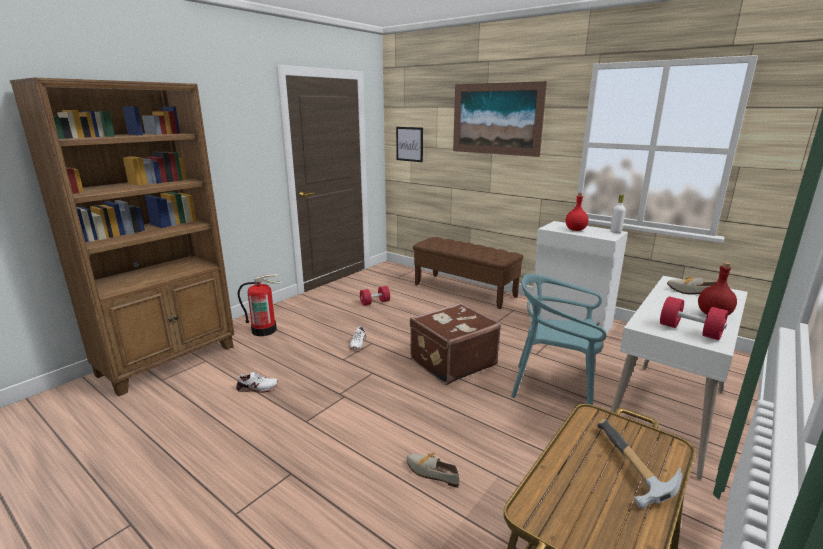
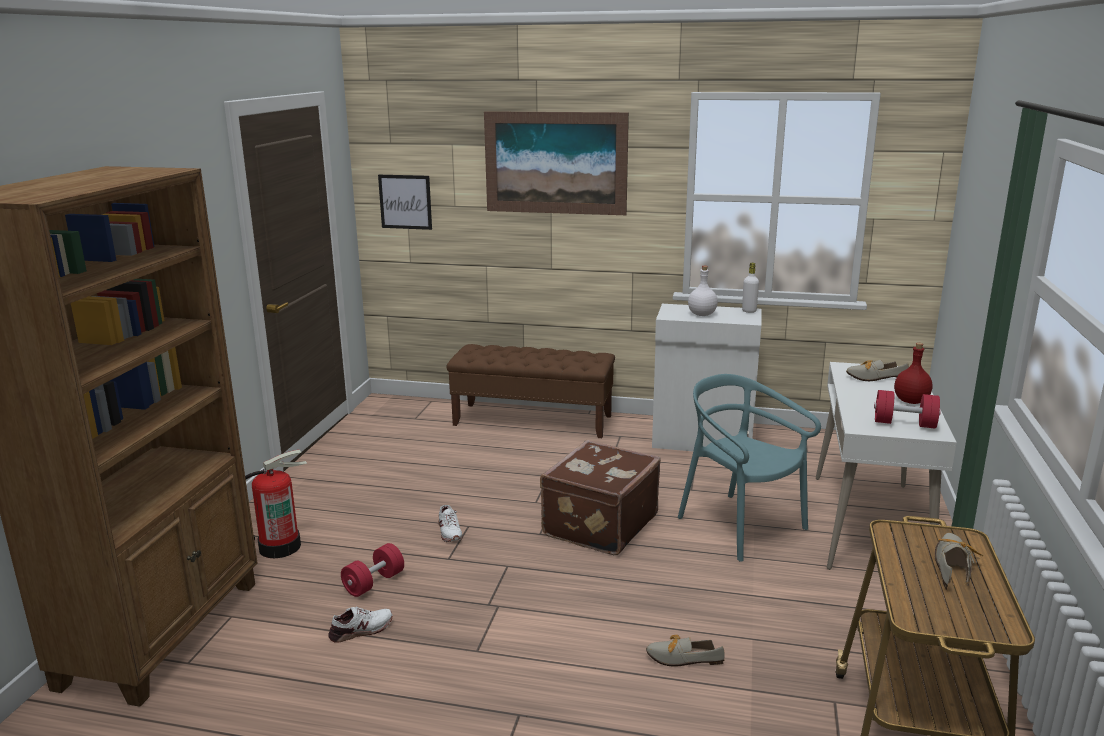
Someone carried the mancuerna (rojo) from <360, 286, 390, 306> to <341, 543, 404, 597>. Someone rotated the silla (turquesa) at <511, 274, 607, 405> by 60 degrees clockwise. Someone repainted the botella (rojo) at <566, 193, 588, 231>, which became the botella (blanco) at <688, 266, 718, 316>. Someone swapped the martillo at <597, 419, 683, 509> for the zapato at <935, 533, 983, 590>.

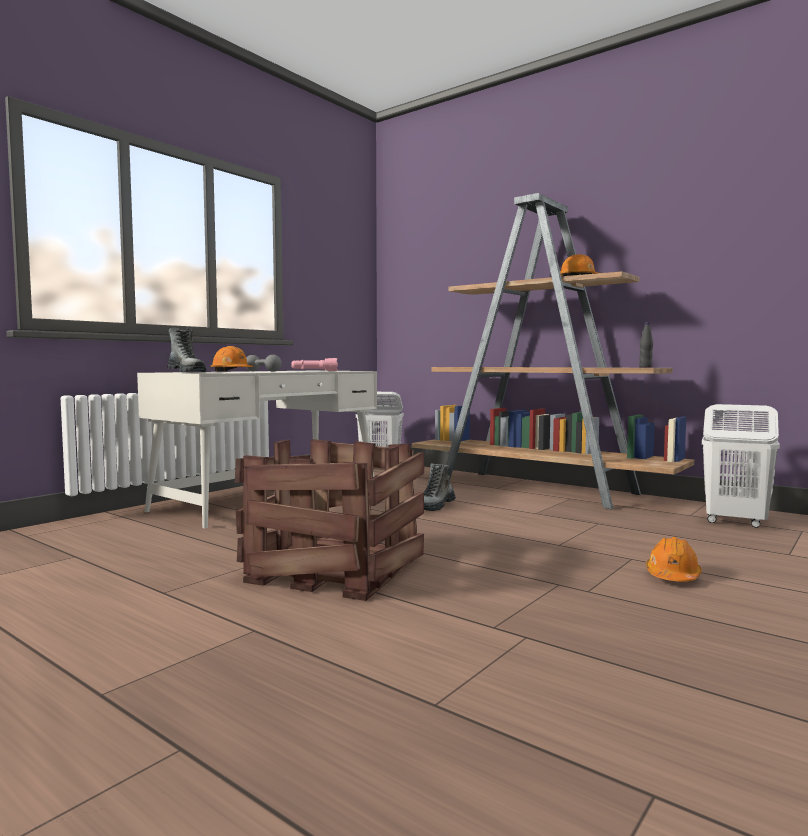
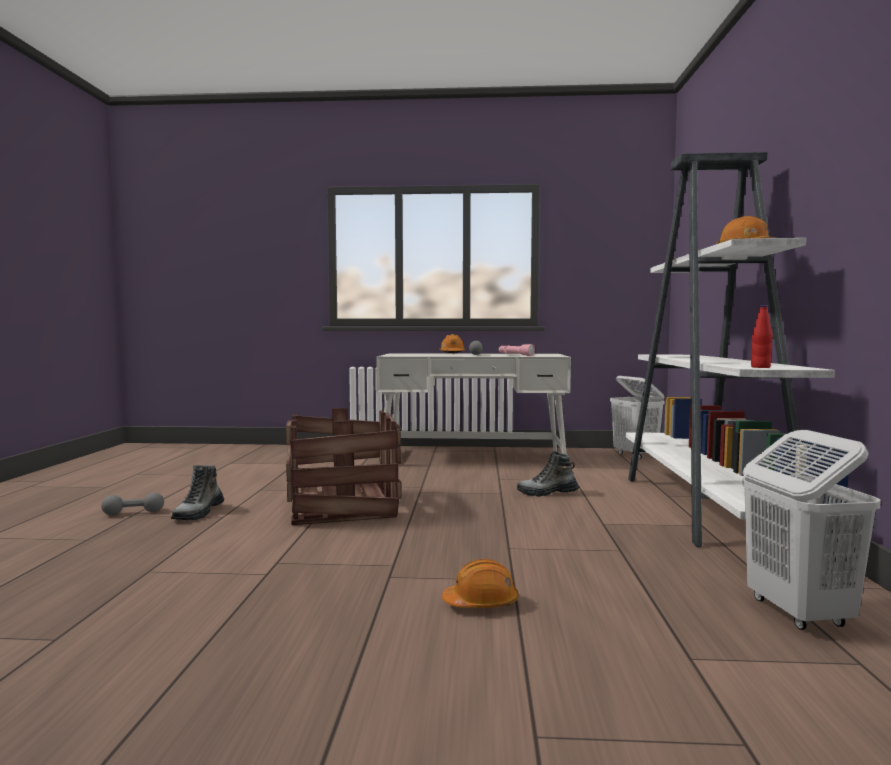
Someone carried the bota from <168, 328, 207, 372> to <171, 465, 224, 520>. Someone repainted the estantería (marrón) at <412, 193, 694, 510>, which became the estantería (blanco) at <625, 152, 848, 547>. Someone repainted the botella (negro) at <639, 322, 653, 367>, which became the botella (rojo) at <751, 305, 773, 368>. Someone put down the mancuerna (gris) at <101, 493, 164, 515>.

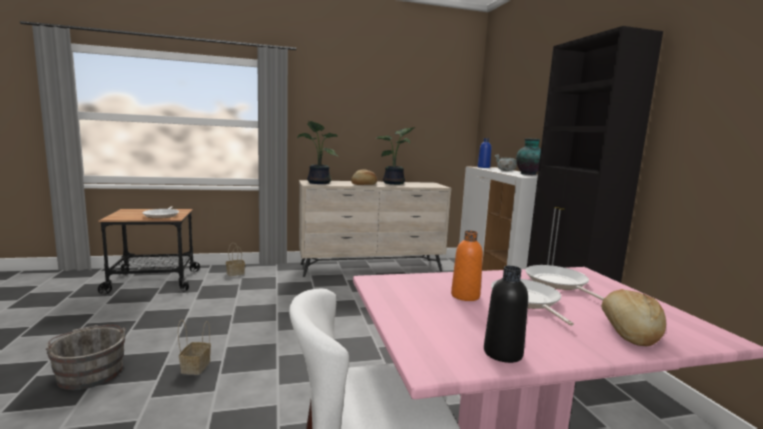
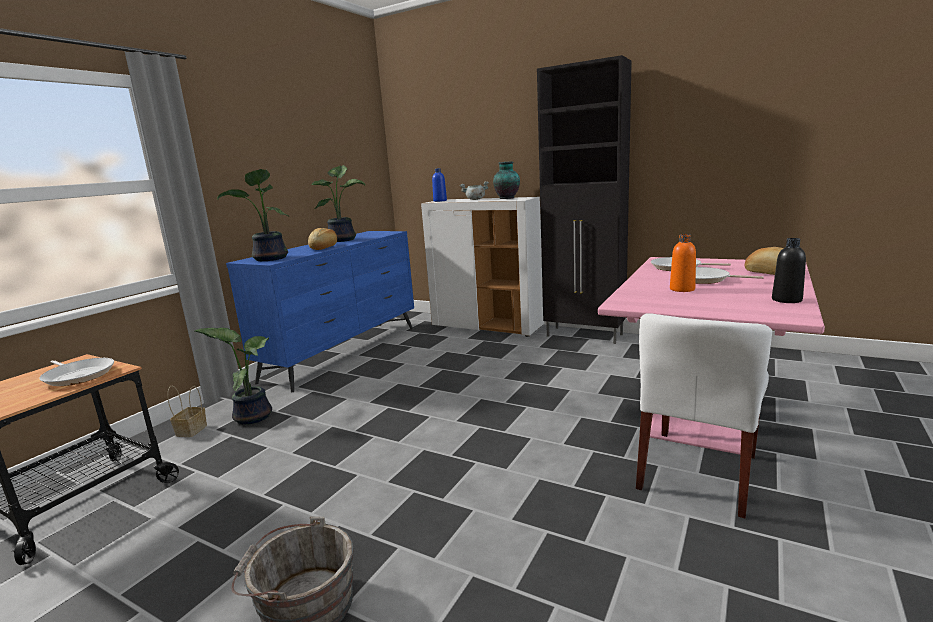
Someone took away the cesta at <178, 320, 211, 375>. Someone repainted the cómoda (beis) at <299, 180, 451, 277>, which became the cómoda (azul) at <226, 231, 414, 392>. Someone put down the planta en maceta at <195, 328, 272, 425>.

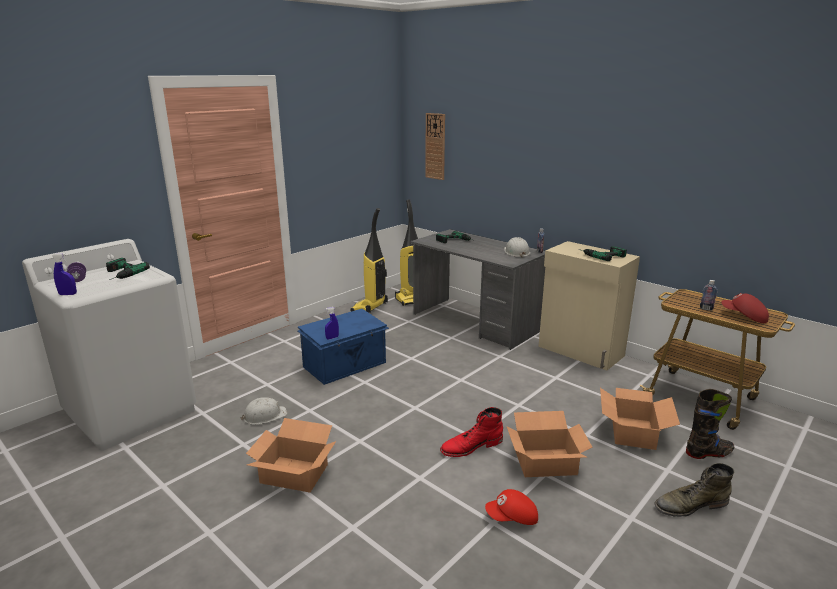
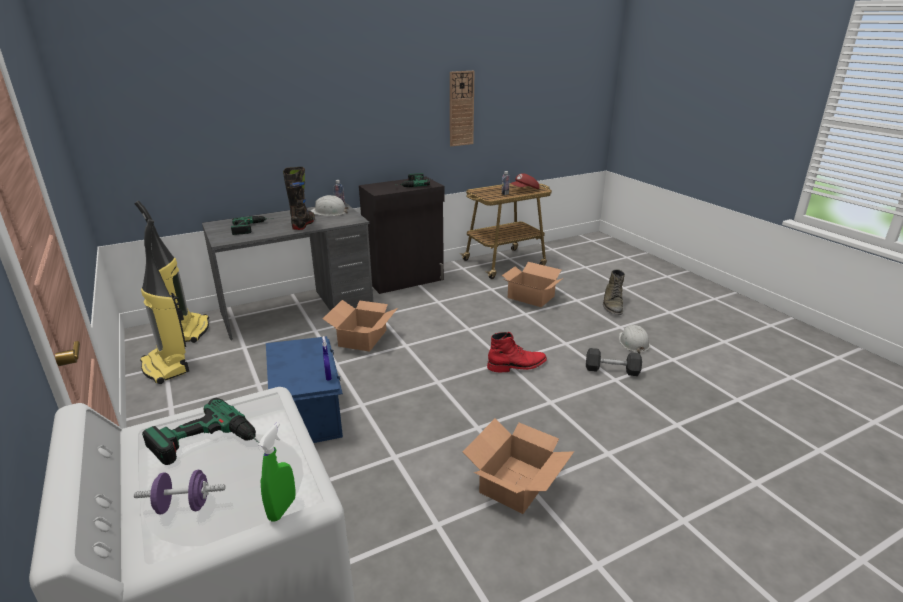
Someone repainted the pulverizador (azul) at <52, 253, 77, 295>, which became the pulverizador (verde) at <258, 422, 296, 522>. Someone carried the casco (blanco) from <240, 397, 287, 425> to <619, 325, 650, 353>. Someone carried the reloj de pared from <425, 113, 445, 180> to <450, 71, 474, 147>. Someone rotated the bota (rojo) at <440, 407, 503, 457> by 105 degrees counterclockwise. Someone swapped the gorra (rojo) at <485, 489, 538, 525> for the mancuerna (gris) at <586, 348, 642, 376>. Someone carried the caja de cartón from <507, 411, 593, 477> to <323, 300, 398, 352>. Someone repainted the armario (beis) at <538, 241, 640, 371>, which became the armario (negro) at <359, 176, 445, 294>. Someone carried the bota (negro) from <686, 389, 734, 459> to <283, 167, 315, 230>.

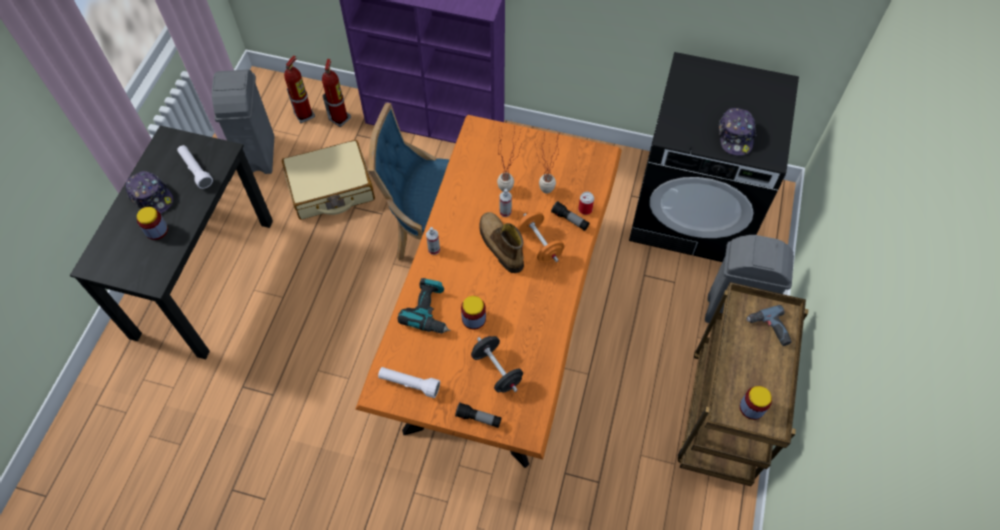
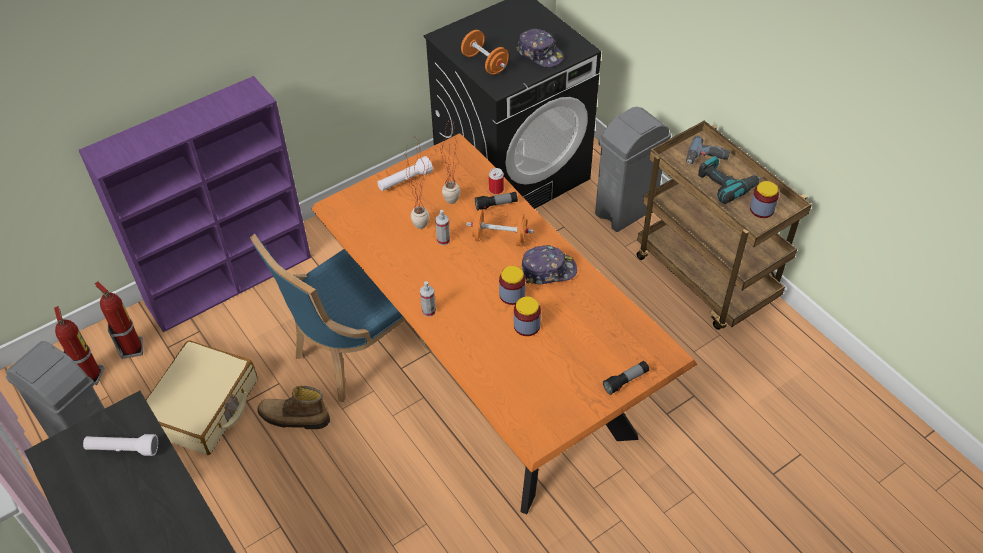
Someone carried the gorra from <126, 171, 173, 214> to <522, 245, 577, 284>. Someone carried the tarro from <137, 207, 168, 240> to <499, 266, 526, 305>. Someone carried the linterna (blanco) from <378, 367, 440, 398> to <377, 156, 433, 191>. Someone carried the taladro from <397, 278, 450, 334> to <698, 156, 762, 204>. Someone took away the mancuerna (negro) at <471, 336, 523, 393>. Someone carried the bota from <479, 212, 524, 273> to <257, 386, 330, 429>. Someone put down the mancuerna (naranja) at <461, 30, 509, 75>.

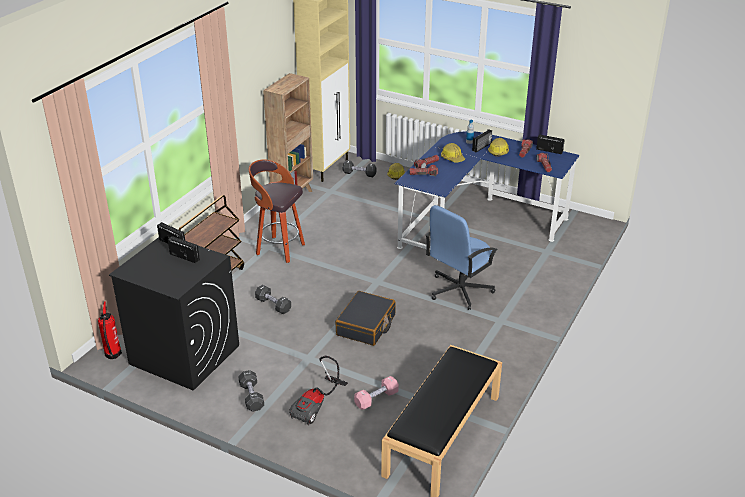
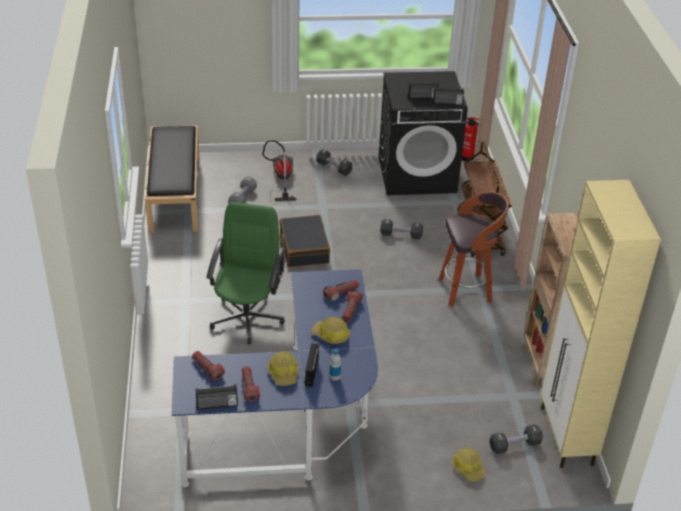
Someone repainted the mancuerna (rosa) at <354, 376, 399, 410>, which became the mancuerna (gris) at <229, 176, 257, 203>. Someone repainted the silla de oficina (azul) at <425, 205, 498, 310>, which became the silla de oficina (verde) at <206, 202, 285, 344>.

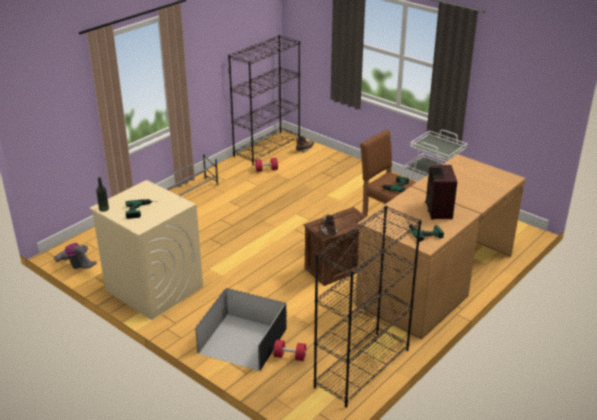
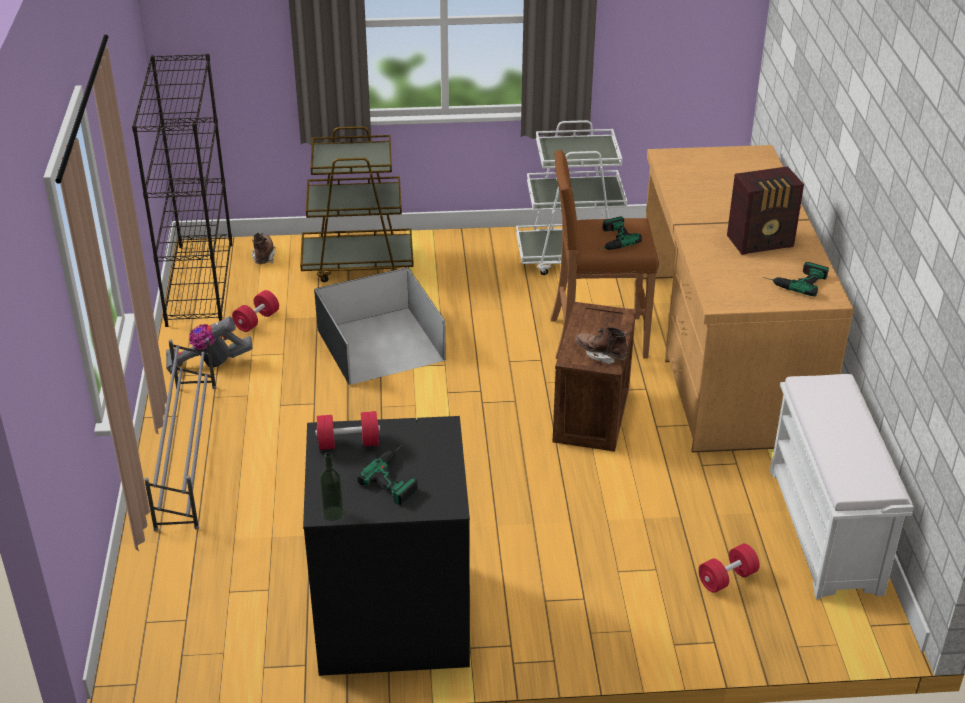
Someone carried the aspiradora from <54, 243, 97, 269> to <166, 316, 252, 374>. Someone repainted the lavadora (beis) at <90, 180, 203, 320>, which became the lavadora (negro) at <303, 416, 470, 676>. Someone carried the caja de almacenaje (negro) from <195, 288, 287, 371> to <314, 267, 446, 385>. Someone swapped the estantería (negro) at <314, 206, 422, 408> for the banco (blanco) at <770, 374, 914, 599>. Someone rotated the radio at <425, 165, 457, 219> by 60 degrees counterclockwise. Someone put down the carrito (marrón) at <300, 126, 414, 282>. Someone put down the mancuerna (rojo) at <315, 411, 380, 450>.

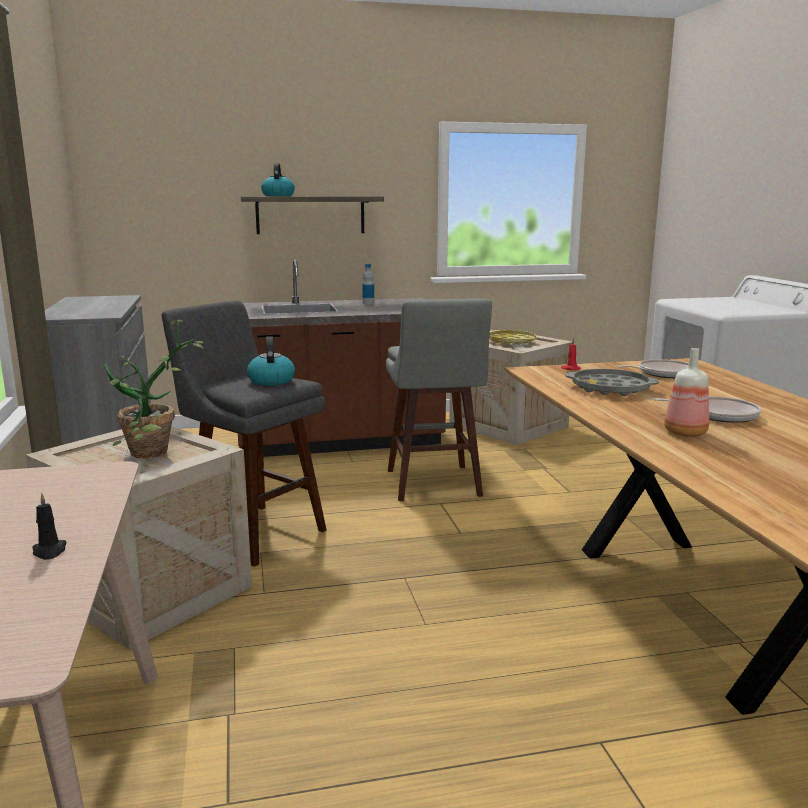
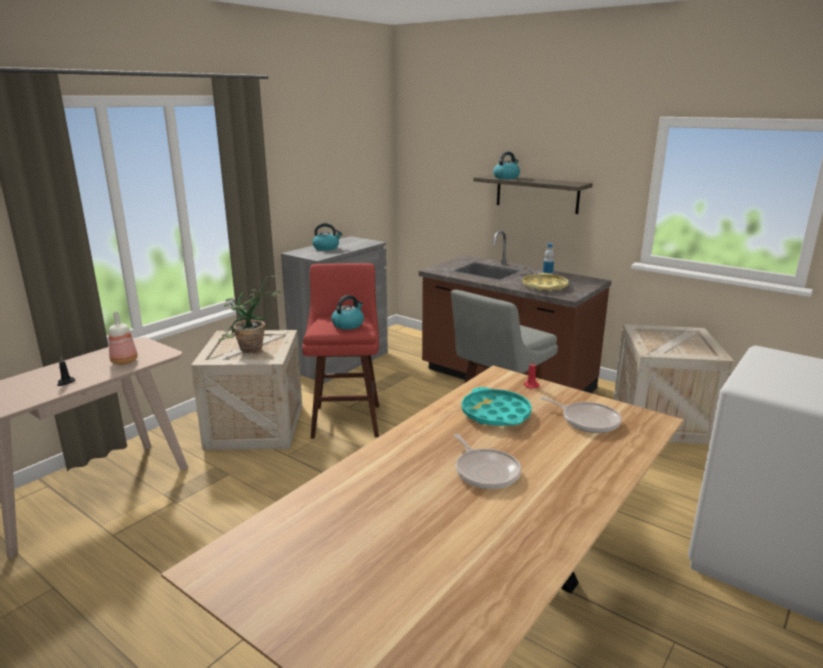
Someone repainted the taburete (gris) at <162, 301, 327, 567>, which became the taburete (rojo) at <302, 263, 379, 439>. Someone carried the bandeja (amarillo) from <489, 330, 536, 345> to <522, 273, 568, 291>. Someone repainted the bandeja (gris) at <565, 369, 659, 396>, which became the bandeja (turquesa) at <461, 387, 532, 426>. Someone carried the botella from <664, 348, 709, 437> to <109, 311, 138, 365>. Someone put down the hervidor at <312, 223, 343, 251>.

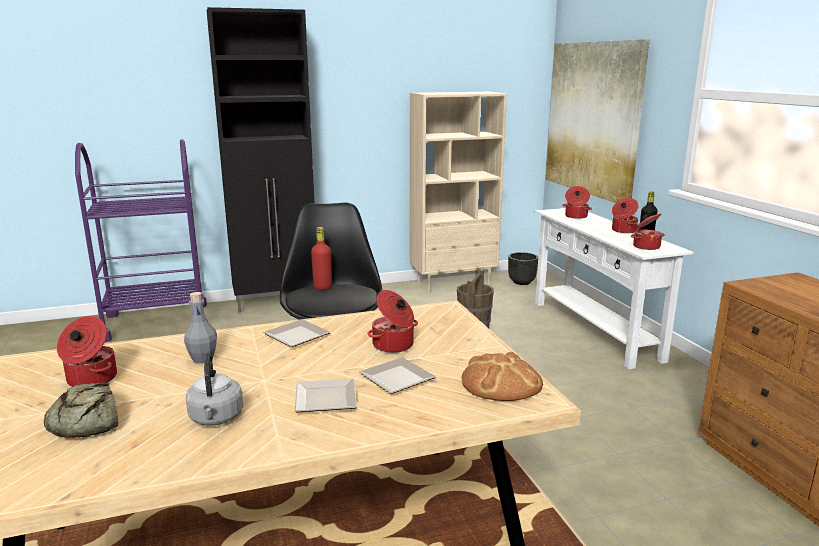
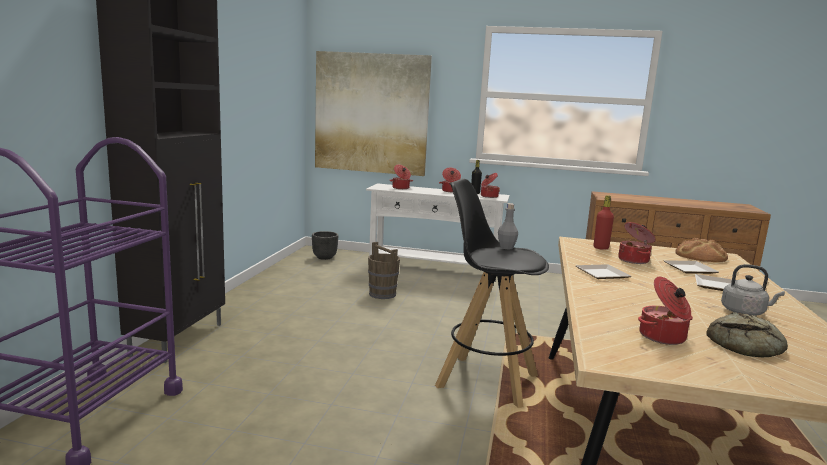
Someone carried the botella (gris) from <184, 292, 217, 364> to <498, 203, 518, 249>. Someone carried the botella (rojo) from <311, 227, 332, 290> to <594, 195, 614, 250>. Someone took away the estantería (beis) at <410, 92, 507, 293>.

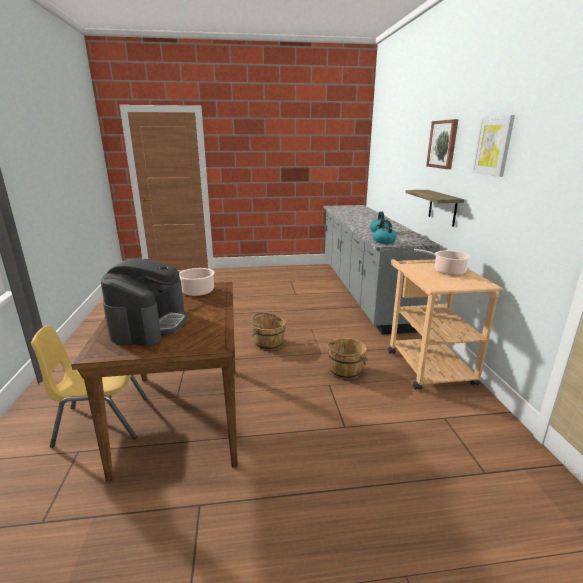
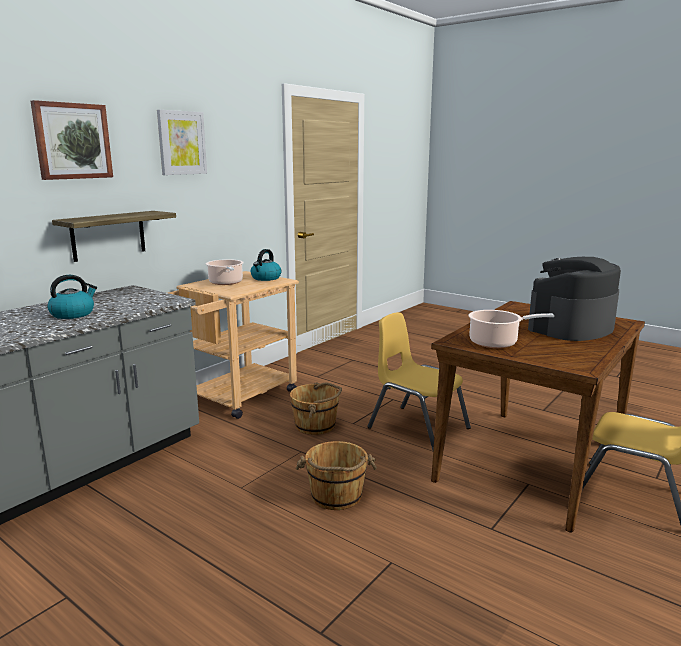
Someone carried the hervidor from <373, 220, 397, 244> to <251, 249, 281, 281>. Someone put down the silla (amarillo) at <367, 312, 471, 450>.

